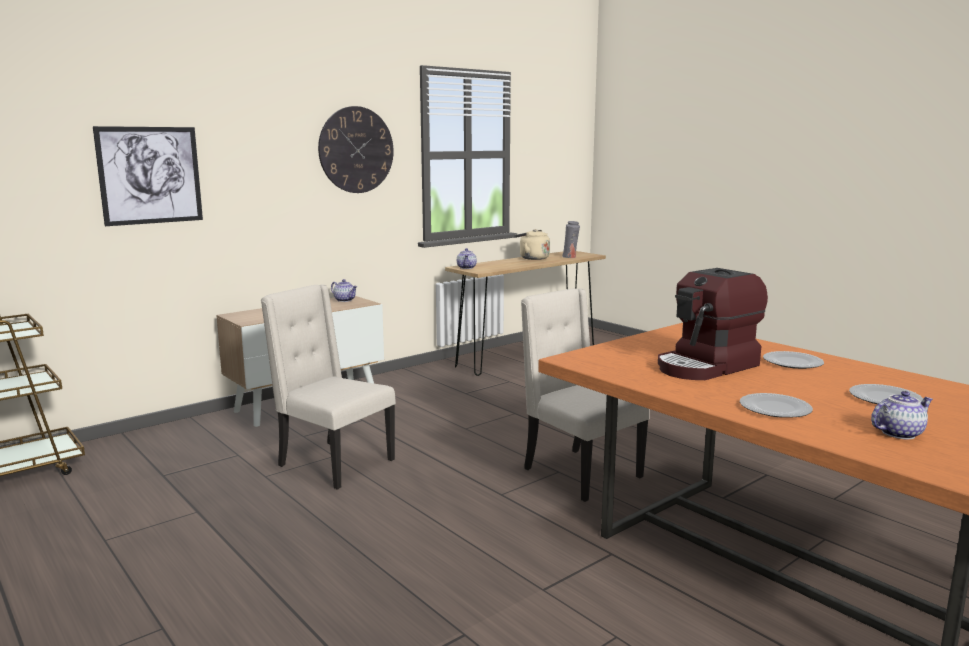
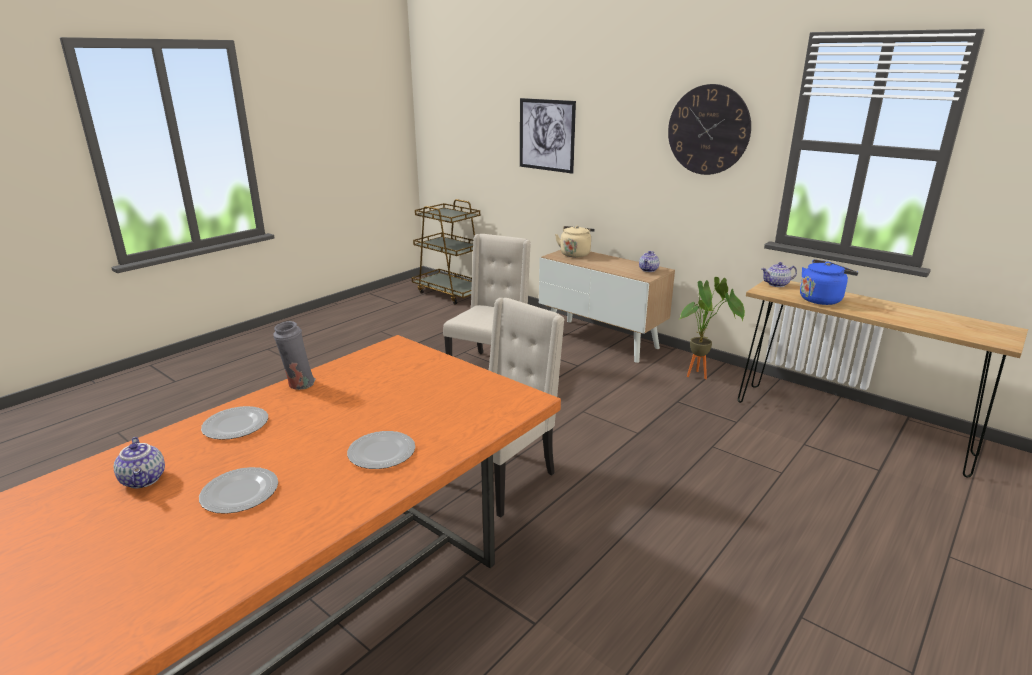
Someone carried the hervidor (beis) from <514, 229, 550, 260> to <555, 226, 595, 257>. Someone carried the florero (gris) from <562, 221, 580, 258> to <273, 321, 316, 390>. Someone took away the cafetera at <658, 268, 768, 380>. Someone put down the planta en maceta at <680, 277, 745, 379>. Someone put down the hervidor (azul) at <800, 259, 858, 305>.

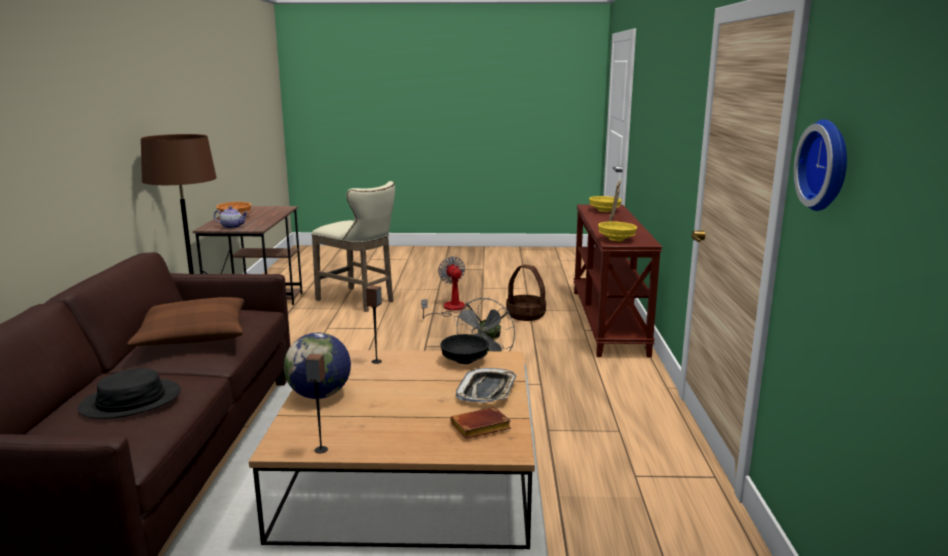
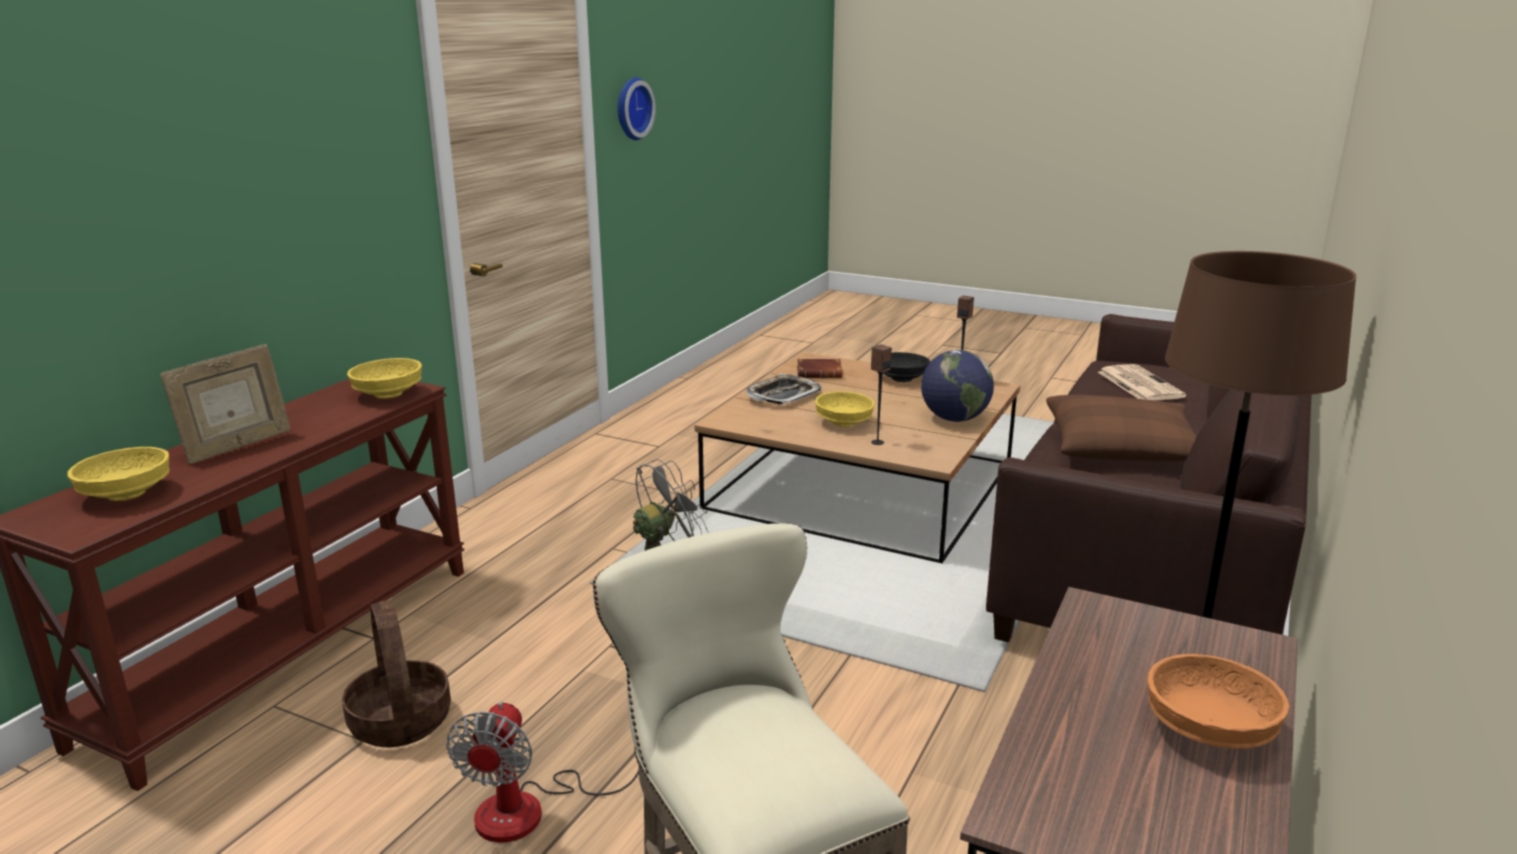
Someone swapped the sombrero (negro) at <78, 368, 181, 419> for the periódico at <1098, 364, 1186, 401>. Someone took away the tetera at <214, 206, 248, 229>. Someone carried the cuenco (negro) from <440, 334, 489, 364> to <883, 352, 930, 382>. Someone put down the cuenco (amarillo) at <815, 391, 875, 427>.

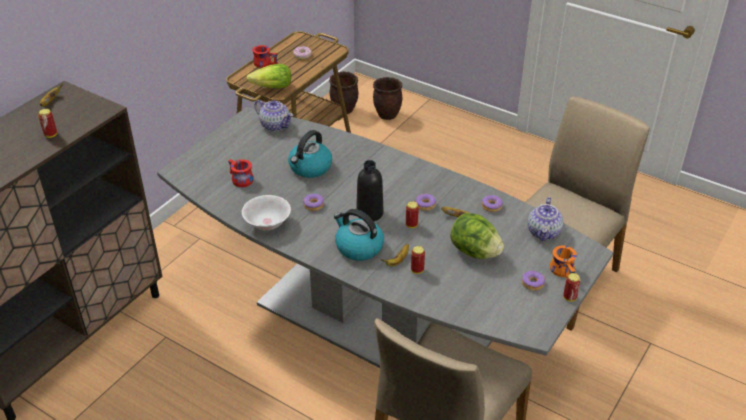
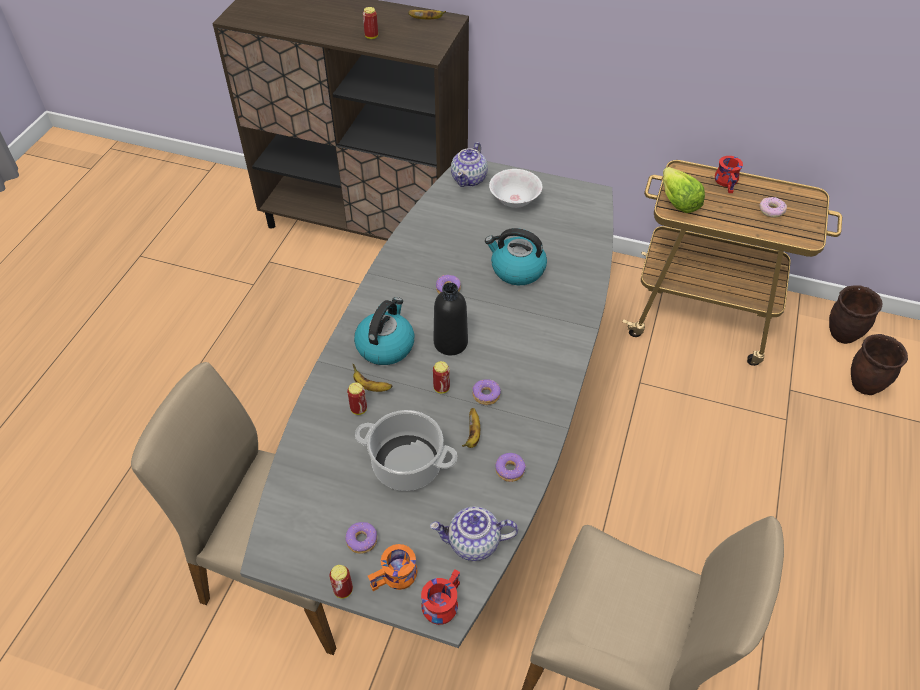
Someone carried the taza grande (rojo) from <228, 159, 254, 187> to <421, 569, 460, 625>. Someone carried the cuenco (blanco) from <242, 195, 291, 231> to <489, 169, 542, 208>. Someone carried the tetera from <254, 100, 293, 131> to <451, 142, 488, 187>. Someone swapped the lechuga at <450, 213, 504, 259> for the olla at <355, 410, 457, 491>.

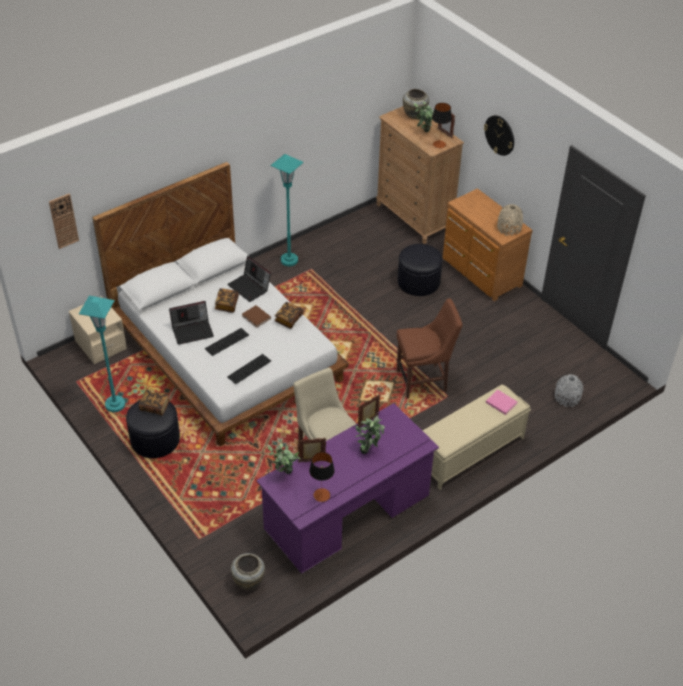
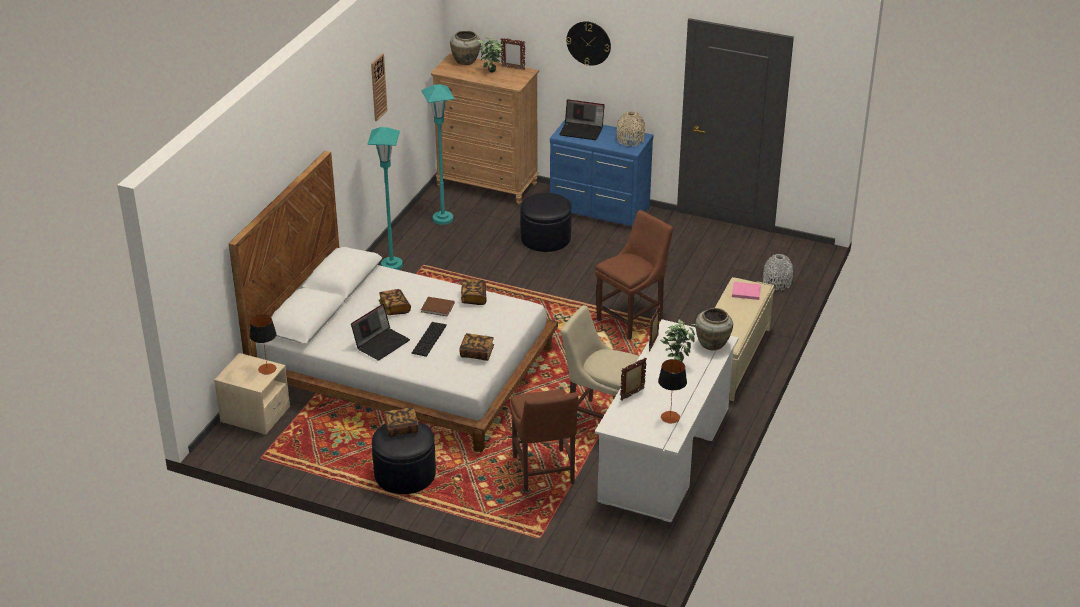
Someone carried the reloj de pared from <49, 193, 79, 249> to <371, 53, 387, 121>. Someone carried the lámpara de pie (turquesa) from <79, 296, 125, 412> to <421, 84, 455, 225>. Someone carried the portátil from <227, 256, 271, 302> to <559, 99, 605, 140>. Someone swapped the teclado at <227, 354, 271, 384> for the libro at <459, 333, 494, 361>. Someone carried the florero (beis) from <231, 553, 265, 590> to <695, 308, 733, 350>. Someone repainted the escritorio (morado) at <257, 403, 439, 574>, which became the escritorio (blanco) at <595, 319, 738, 522>. Someone took away the planta en maceta at <268, 443, 301, 474>. Someone carried the lámpara de mesa from <432, 103, 452, 148> to <250, 314, 276, 374>. Someone repainted the cómoda (marrón) at <443, 188, 533, 301>, which became the cómoda (azul) at <550, 120, 653, 226>. Someone put down the silla (marrón) at <510, 389, 578, 491>.

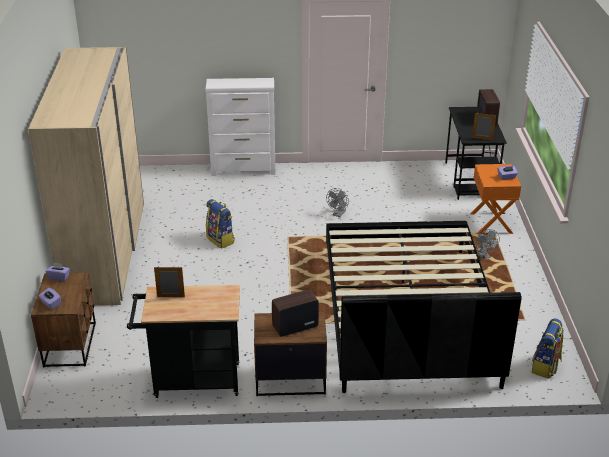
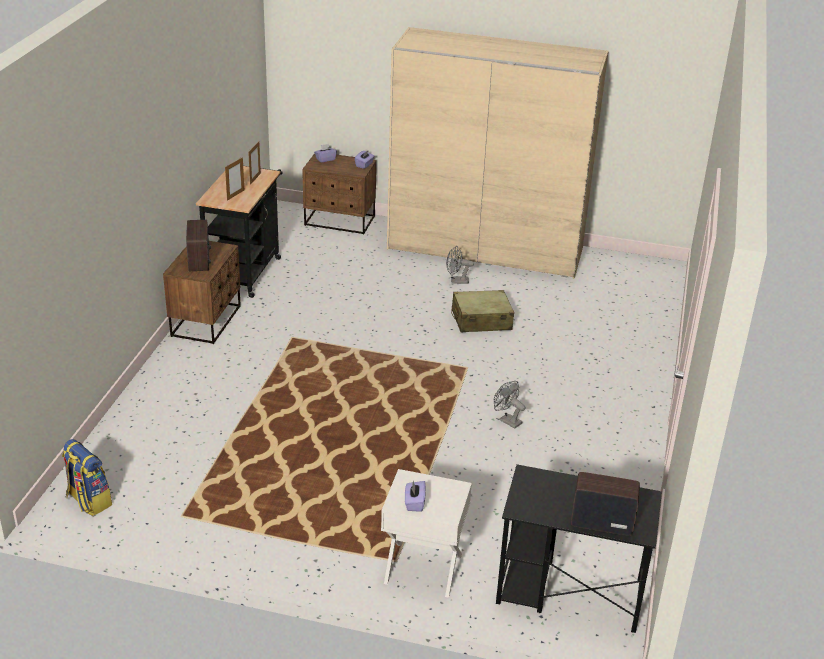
Someone took away the cómoda (blanco) at <205, 78, 276, 176>. Someone swapped the mochila at <206, 199, 235, 248> for the maleta (beis) at <451, 290, 514, 332>. Someone took away the cama (negro) at <326, 221, 522, 393>. Someone repainted the mesita de noche (naranja) at <470, 164, 521, 234>, which became the mesita de noche (blanco) at <381, 469, 472, 598>. Someone carried the portarretratos from <472, 113, 496, 140> to <225, 157, 244, 201>. Someone carried the ventilador (gris) from <476, 229, 500, 259> to <446, 246, 474, 284>.

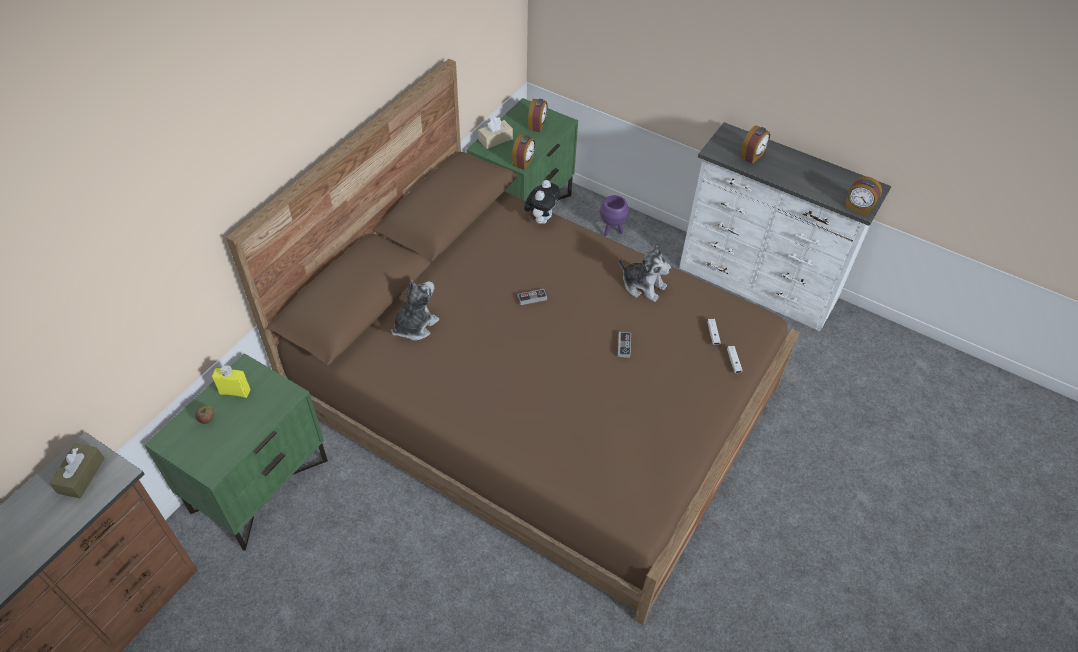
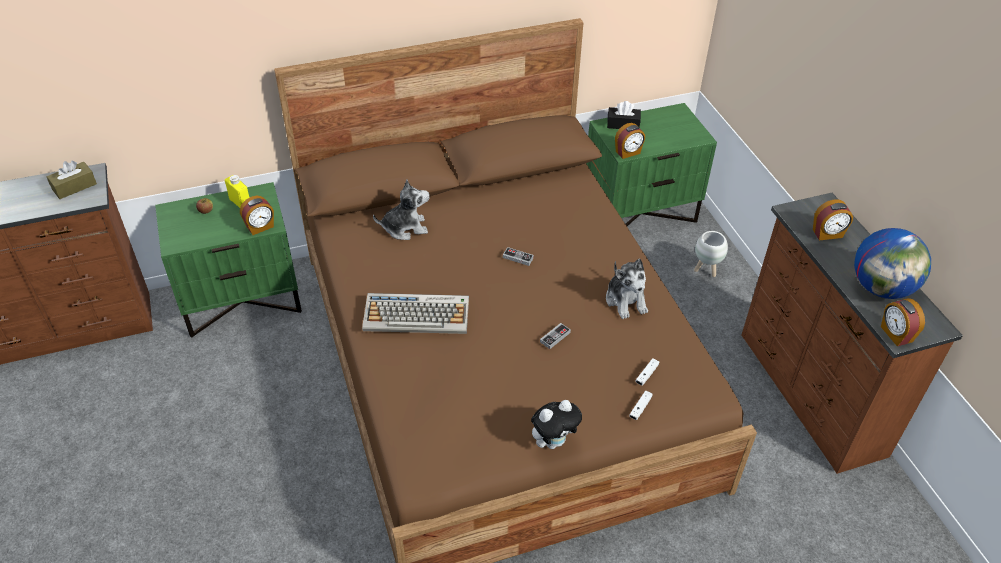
Someone repainted the caja de pañuelos (beis) at <478, 117, 513, 149>, which became the caja de pañuelos (negro) at <607, 101, 641, 129>. Someone carried the peluche from <524, 180, 560, 224> to <531, 400, 582, 449>. Someone carried the despertador from <528, 99, 548, 132> to <240, 196, 274, 235>. Someone repainted the maceta (morado) at <600, 195, 629, 237>, which became the maceta (blanco) at <694, 231, 728, 277>. Someone repainted the cómoda (blanco) at <679, 122, 891, 331>, which became the cómoda (marrón) at <741, 193, 963, 474>. Someone put down the teclado at <362, 293, 469, 334>. Someone put down the globo terráqueo at <854, 228, 931, 299>.

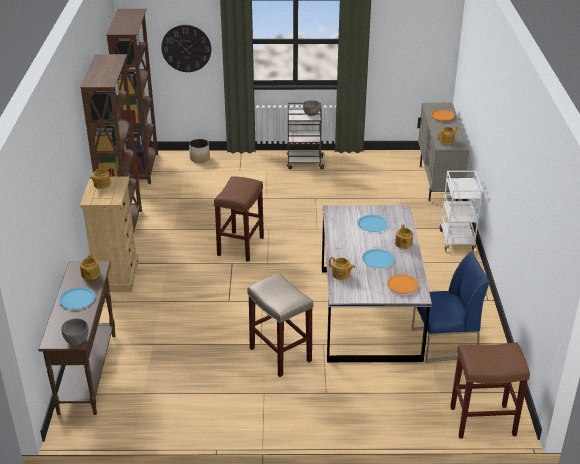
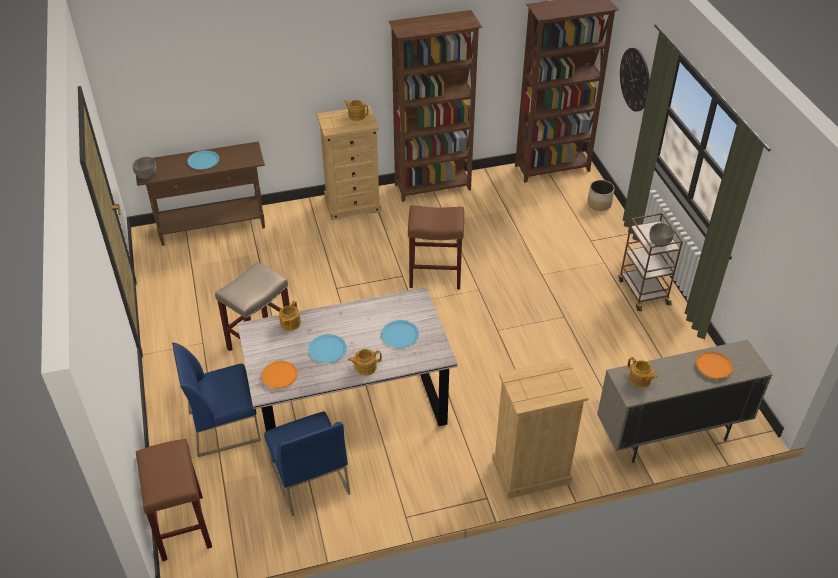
Someone took away the tetera at <80, 254, 100, 280>. Someone swapped the carrito (blanco) at <440, 171, 483, 252> for the cómoda (beis) at <492, 358, 589, 499>. Someone put down the silla (azul) at <172, 343, 261, 457>.

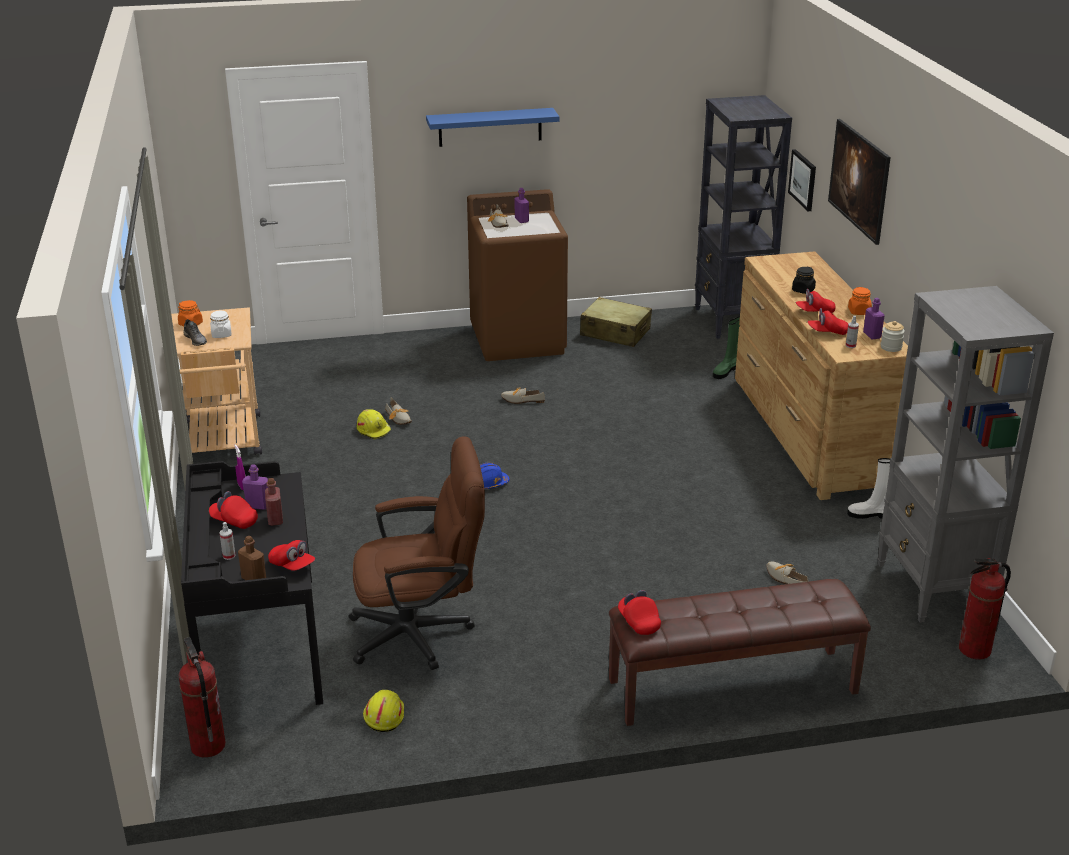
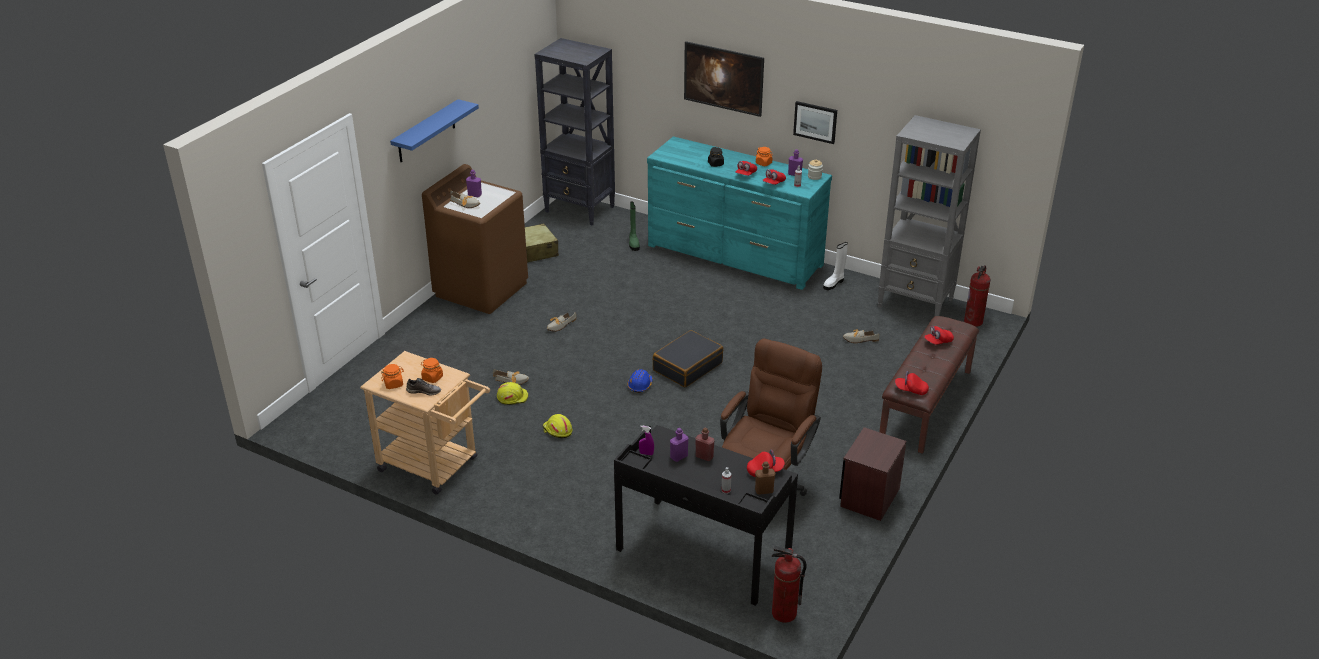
Someone carried the gorra (rojo) from <209, 491, 258, 529> to <924, 326, 954, 345>. Someone repainted the tarro (blanco) at <210, 311, 232, 338>, which became the tarro (naranja) at <421, 358, 443, 383>. Someone carried the casco (amarillo) from <363, 690, 404, 732> to <543, 414, 573, 438>. Someone repainted the cómoda (marrón) at <735, 251, 908, 500>, which became the cómoda (turquesa) at <647, 136, 832, 290>. Someone carried the cuadro from <788, 149, 816, 211> to <793, 101, 837, 144>. Someone put down the maleta (negro) at <653, 330, 723, 387>. Someone put down the mesita de noche (marrón) at <839, 427, 907, 521>.

